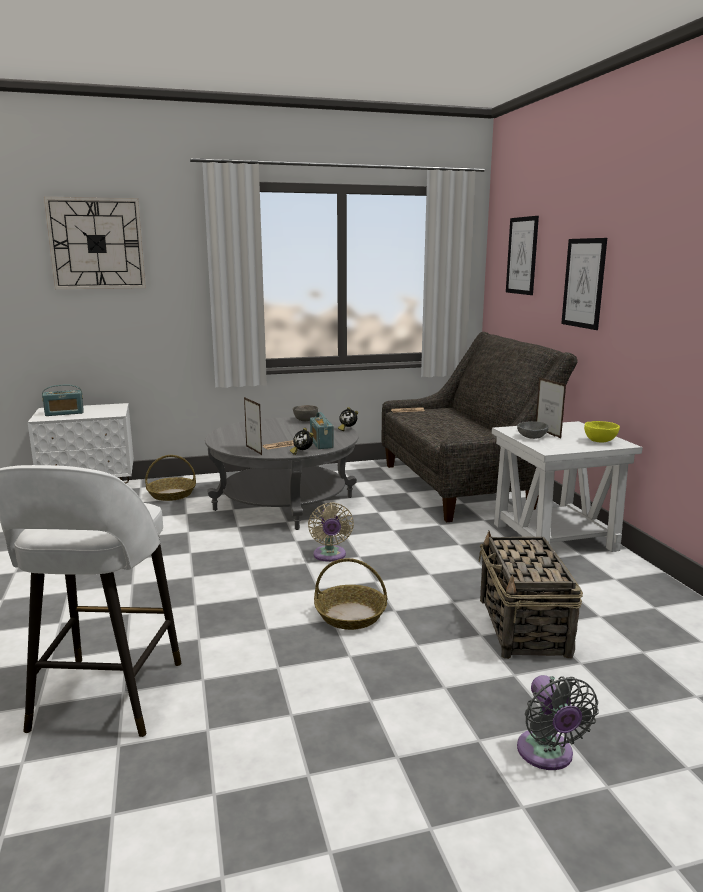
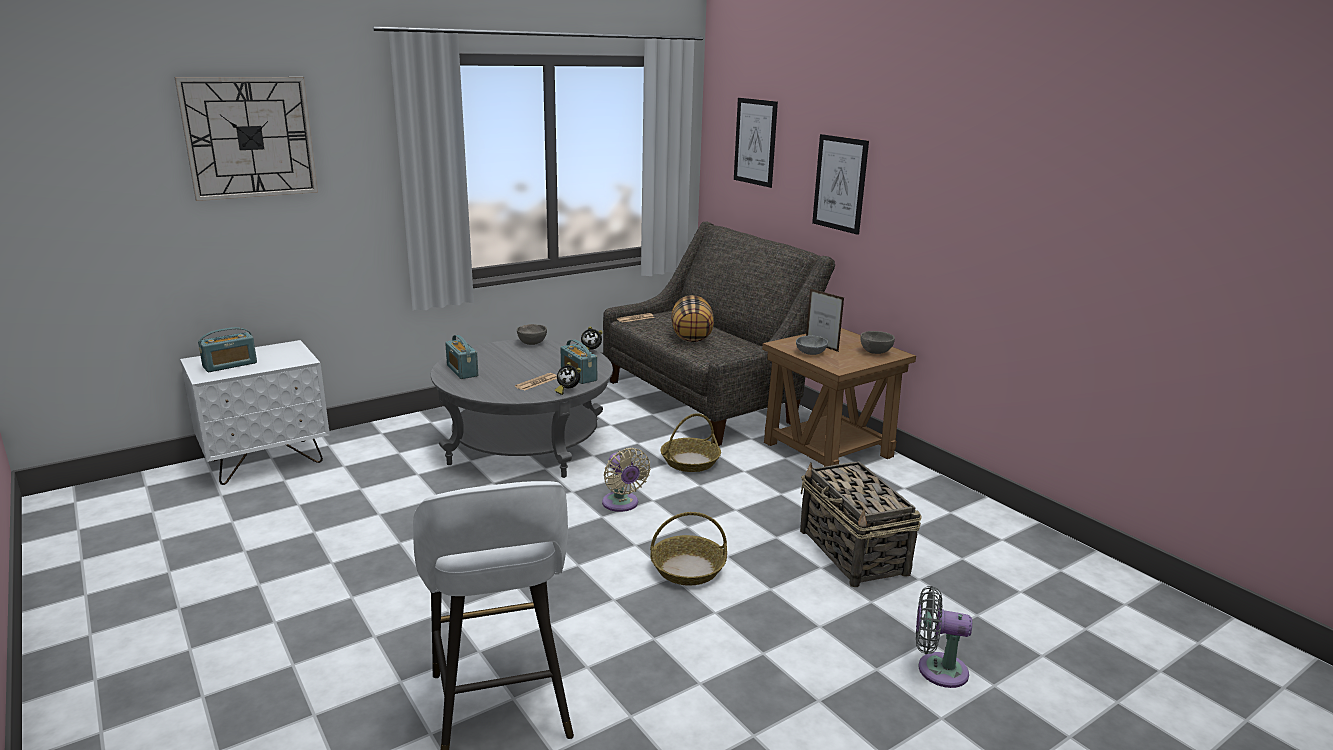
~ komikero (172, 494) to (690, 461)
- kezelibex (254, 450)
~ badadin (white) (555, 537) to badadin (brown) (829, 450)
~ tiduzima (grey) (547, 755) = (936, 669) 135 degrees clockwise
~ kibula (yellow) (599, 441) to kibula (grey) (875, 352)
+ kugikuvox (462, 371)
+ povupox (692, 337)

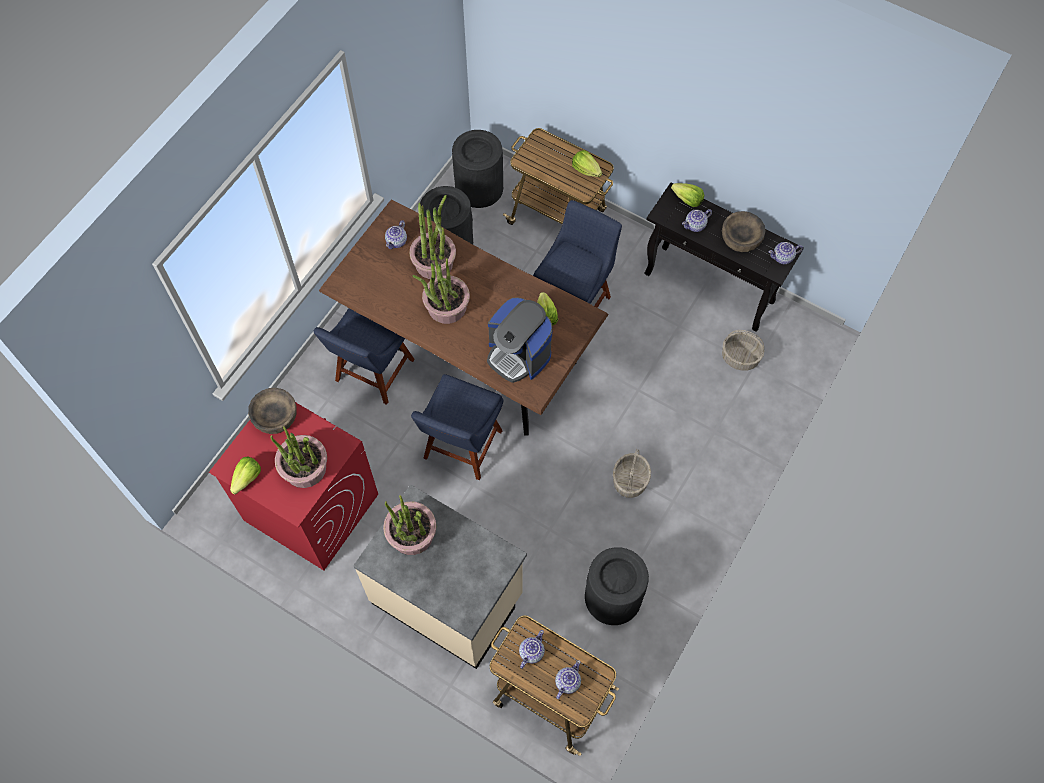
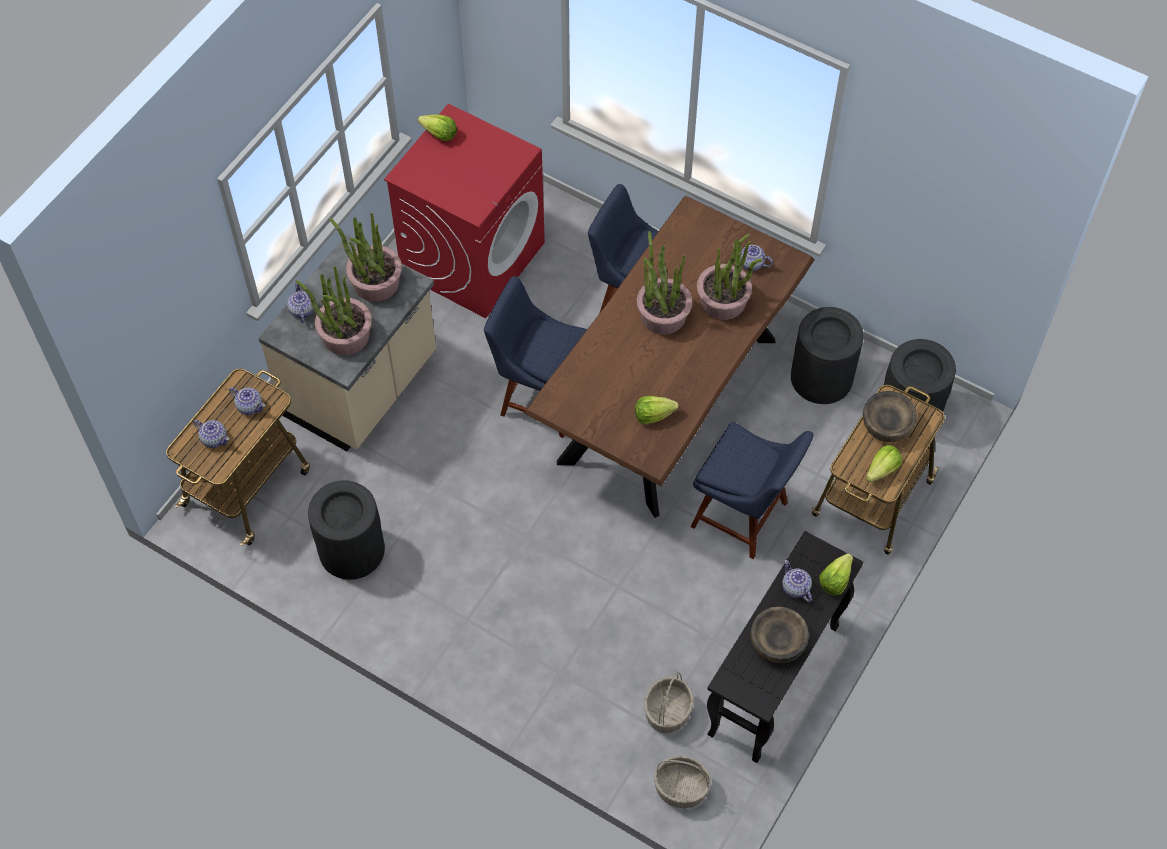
~ kibula (brown) (275, 417) to (886, 425)
~ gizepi (305, 468) to (345, 335)
- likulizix (519, 354)
~ komikero (630, 481) to (680, 788)
~ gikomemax (783, 257) to (301, 310)

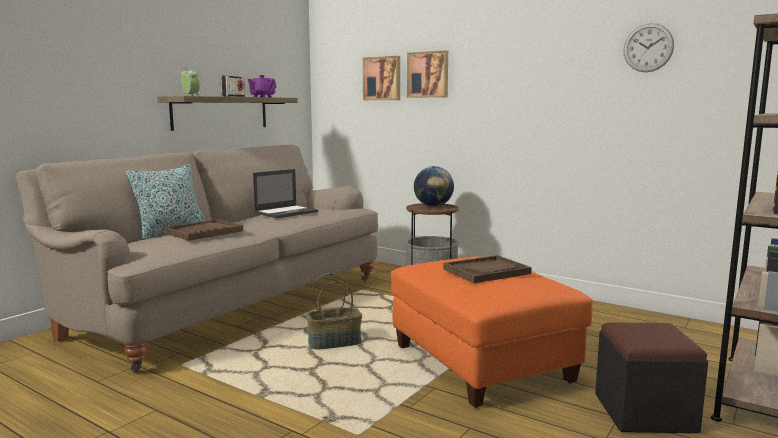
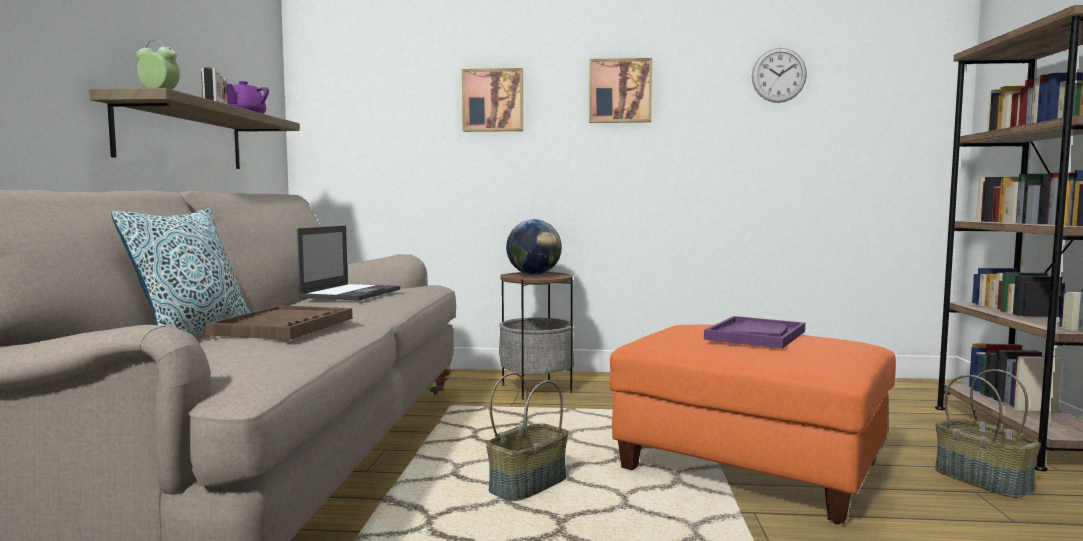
~ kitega (382, 78) to (620, 91)
~ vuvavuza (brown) (486, 271) to vuvavuza (purple) (755, 335)
~ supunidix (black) (644, 413) to komikero (984, 480)

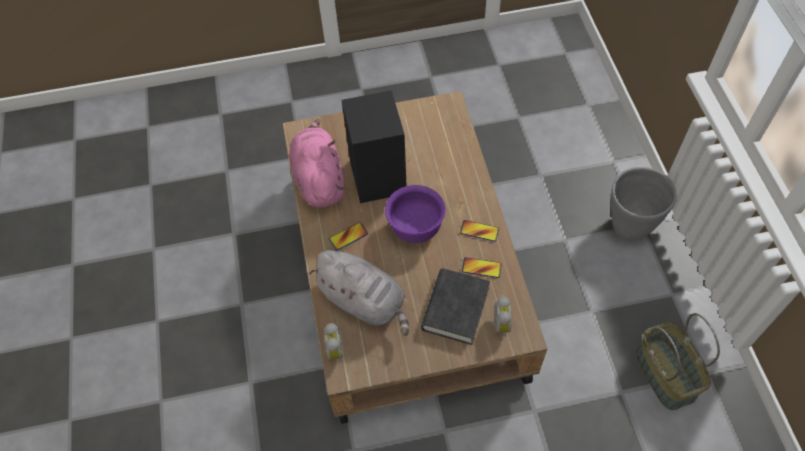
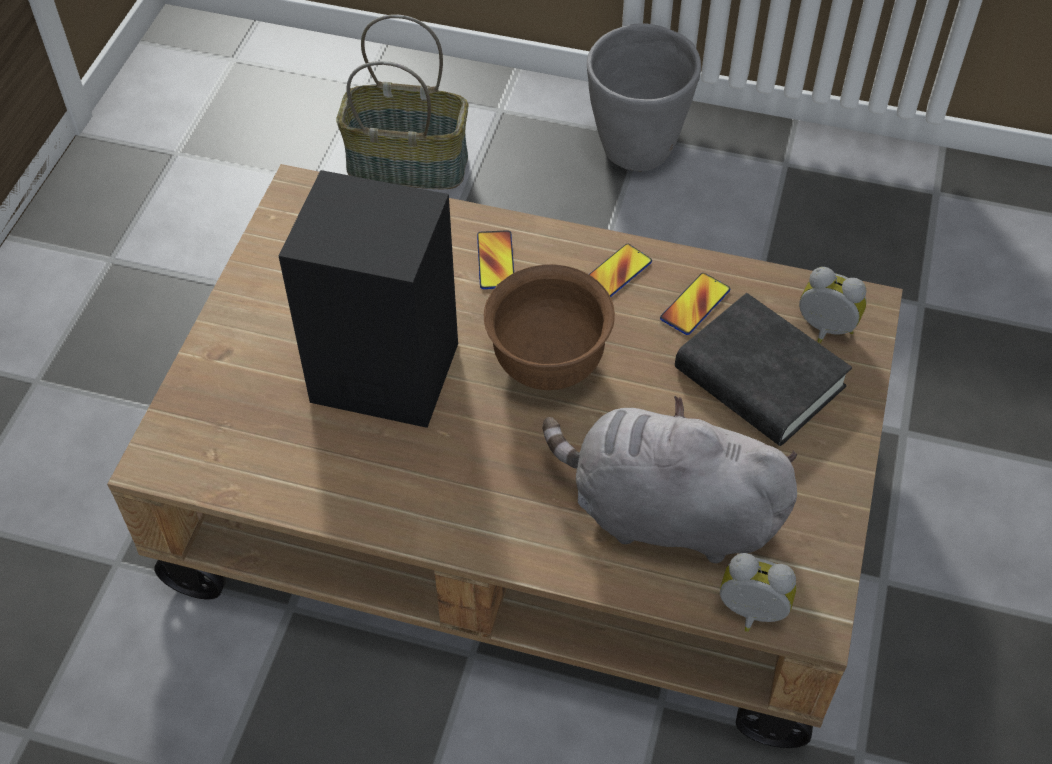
- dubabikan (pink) (319, 179)
~ dubabikan (grey) (365, 301) = (665, 513) 135 degrees counterclockwise
~ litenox (348, 236) to (495, 261)
~ kibula (purple) (415, 228) to kibula (brown) (548, 363)
~ komikero (666, 374) to (409, 163)

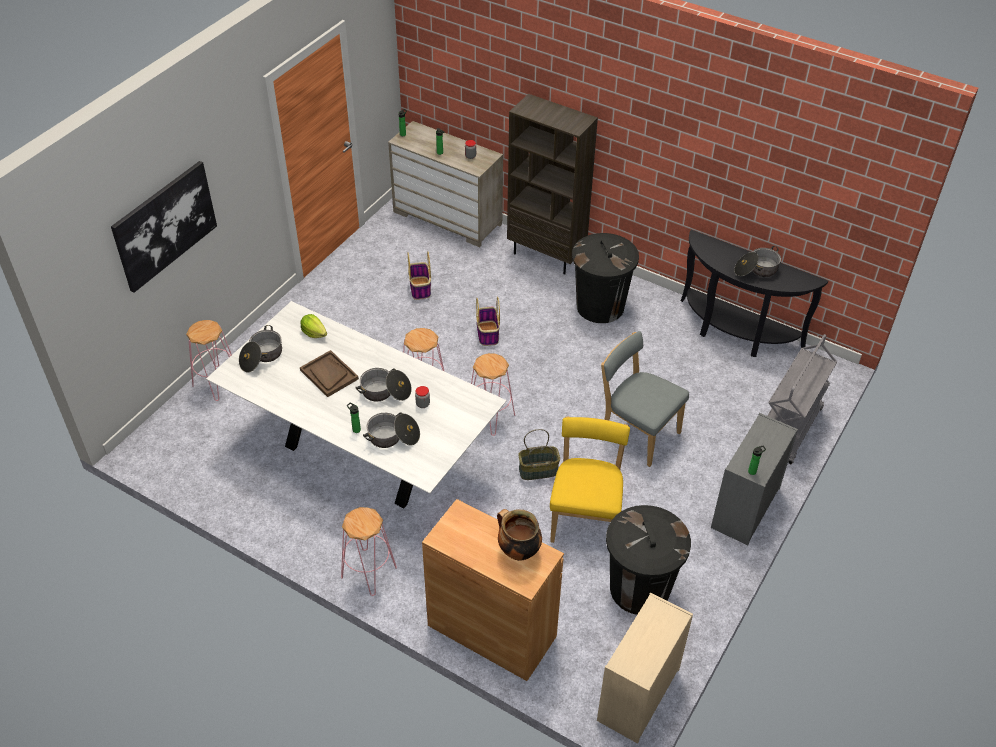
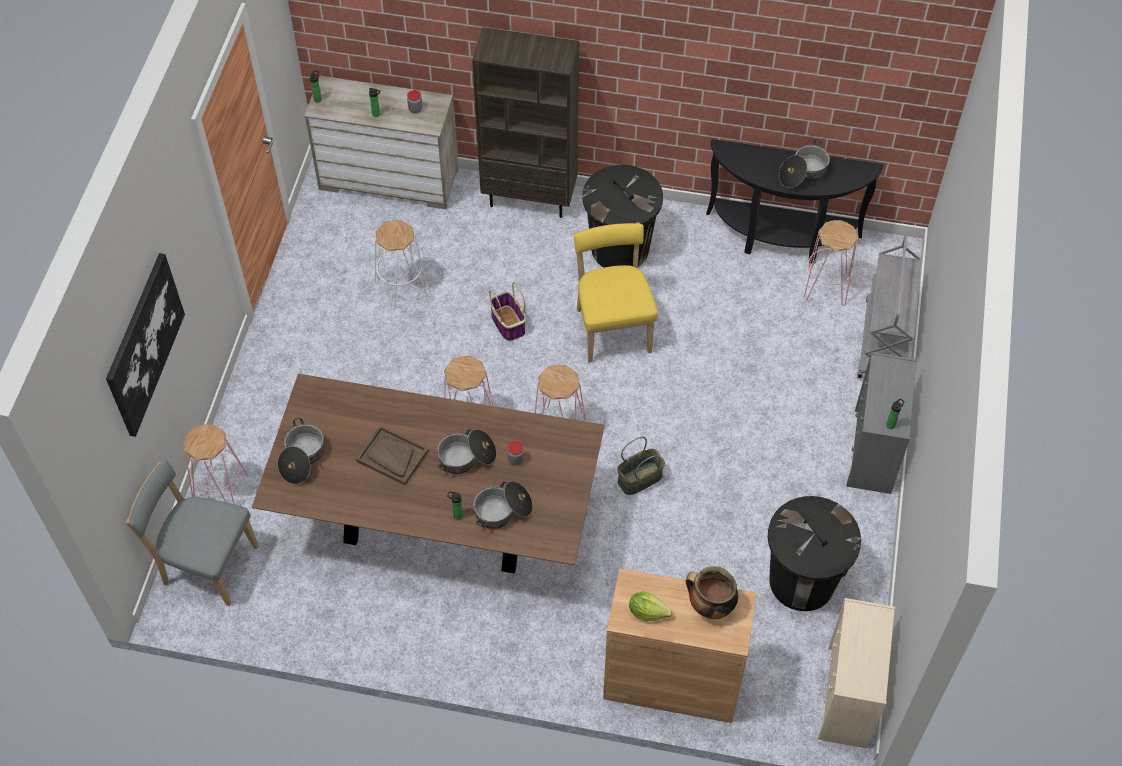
~ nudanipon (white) (363, 456) to nudanipon (brown) (438, 525)
~ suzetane (314, 333) to (647, 612)
~ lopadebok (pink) (368, 572) to (825, 287)
~ komikero (420, 288) to lopadebok (white) (402, 287)
~ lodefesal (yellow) (585, 517) to (612, 327)
~ lodefesal (grey) (637, 433) to (206, 564)

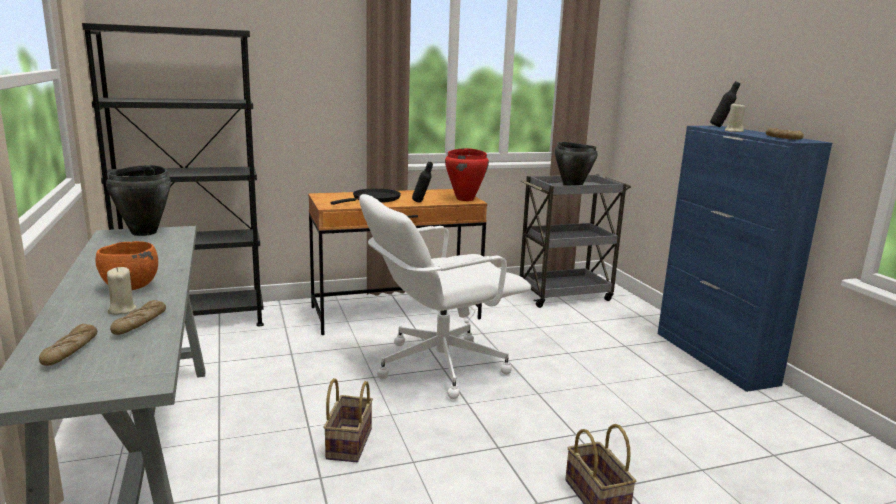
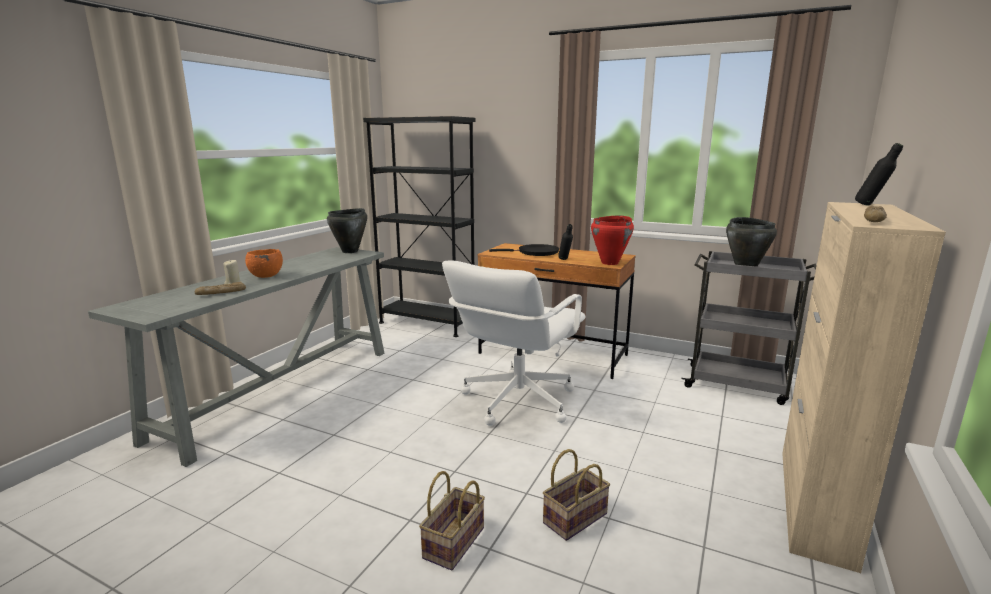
- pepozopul (70, 351)
~ komikero (348, 442) to (575, 517)
~ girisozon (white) (439, 366) = (517, 400) 75 degrees counterclockwise
~ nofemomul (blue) (715, 358) to nofemomul (beige) (814, 504)
- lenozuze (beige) (733, 131)

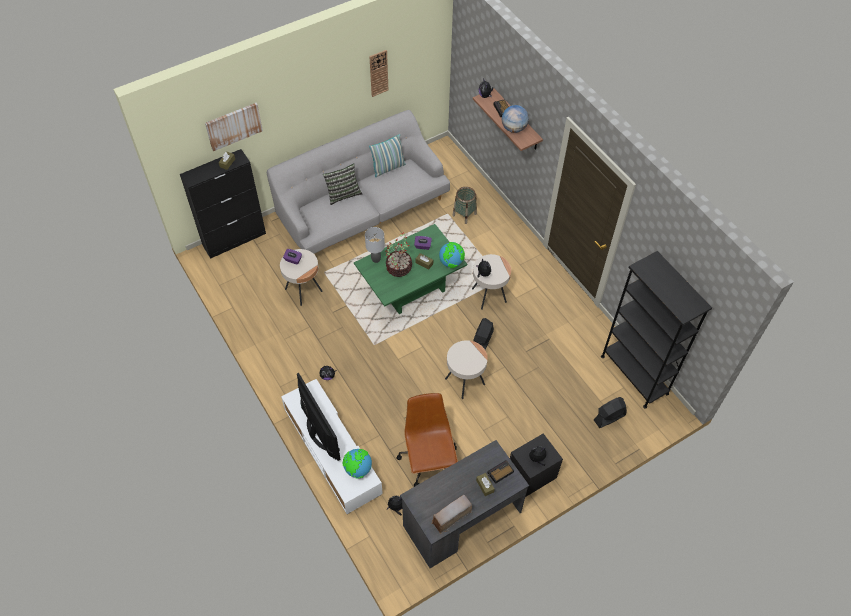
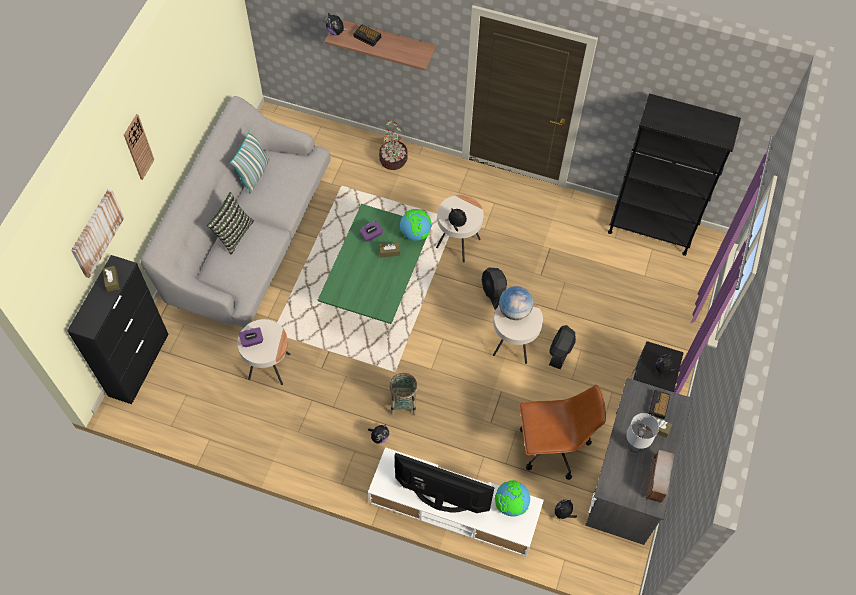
~ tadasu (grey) (375, 259) to (633, 447)
~ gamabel (378, 73) to (138, 147)
~ gizepi (399, 267) to (393, 159)
~ girisozon (brown) (428, 462) = (552, 447) 135 degrees clockwise
~ komikero (464, 214) to (403, 403)
~ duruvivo (514, 128) to (514, 311)
~ tiduzima (black) (609, 417) to (560, 352)

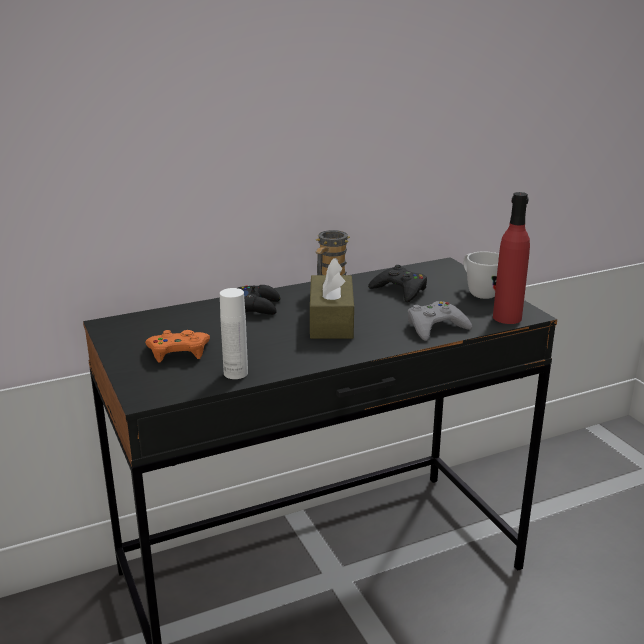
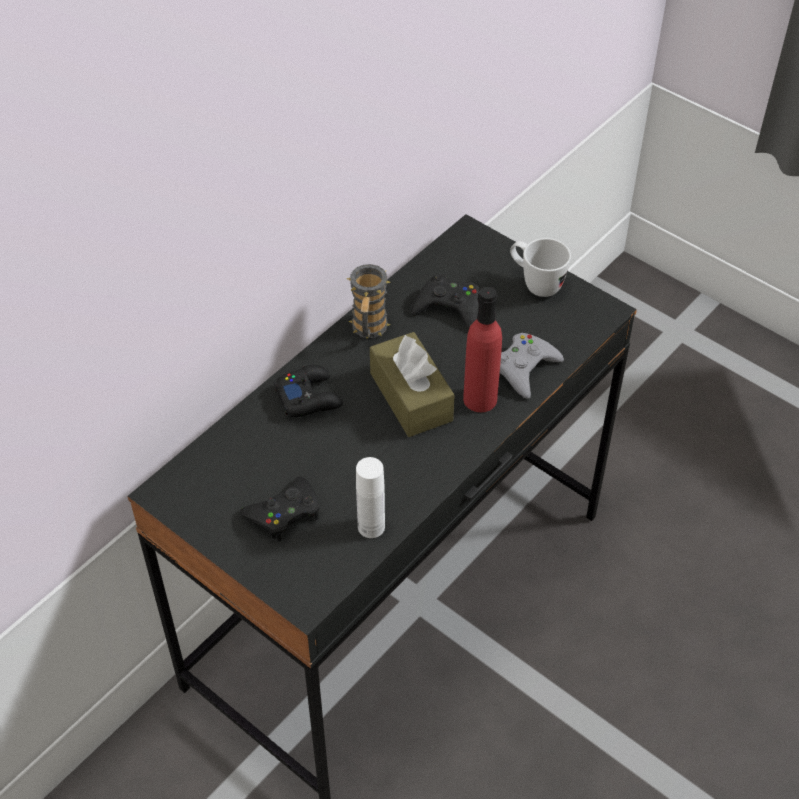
~ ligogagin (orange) (178, 352) to ligogagin (black) (284, 513)
~ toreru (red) (507, 317) to (480, 399)

